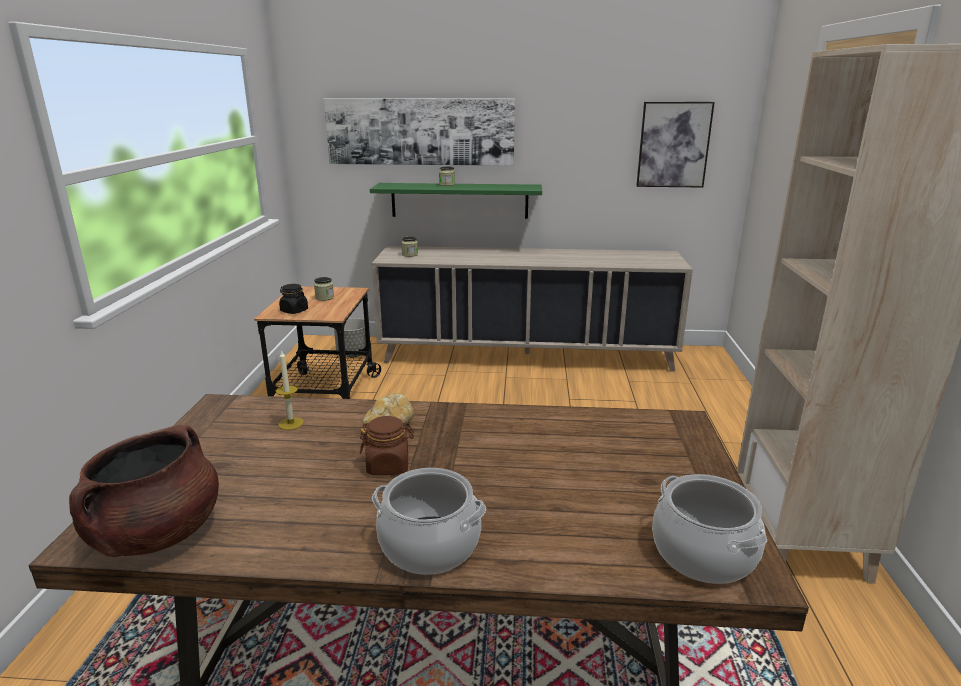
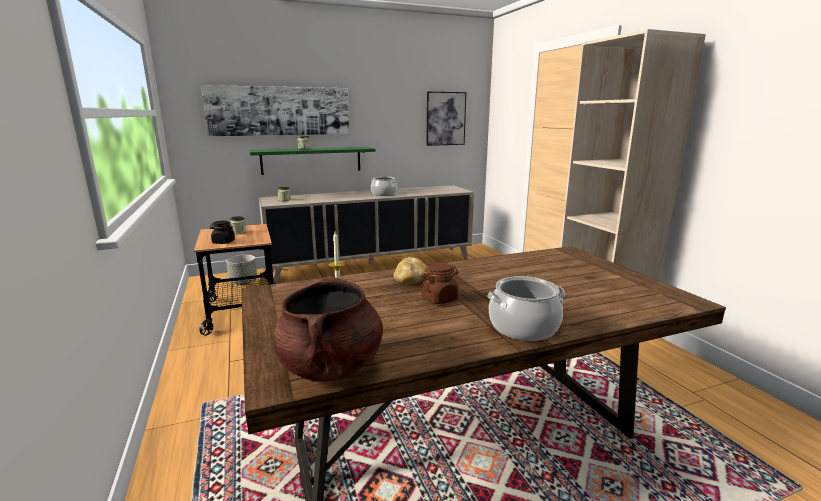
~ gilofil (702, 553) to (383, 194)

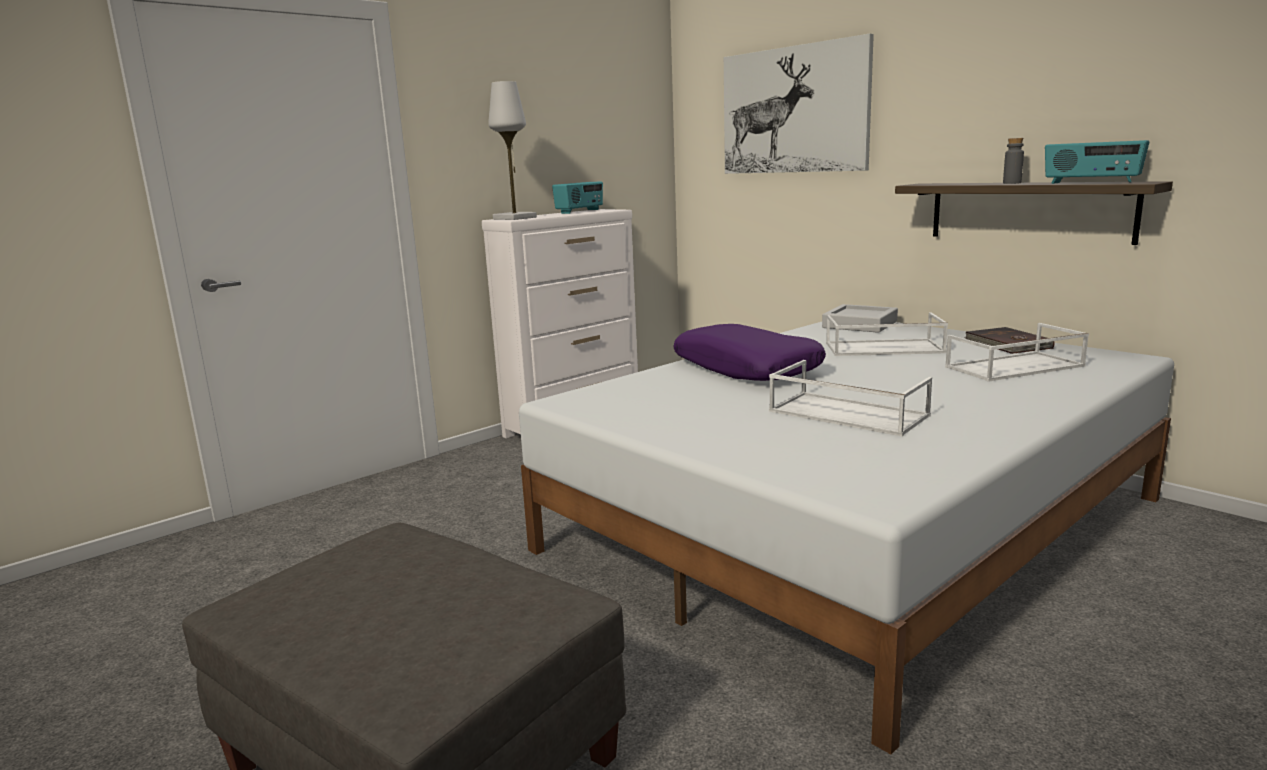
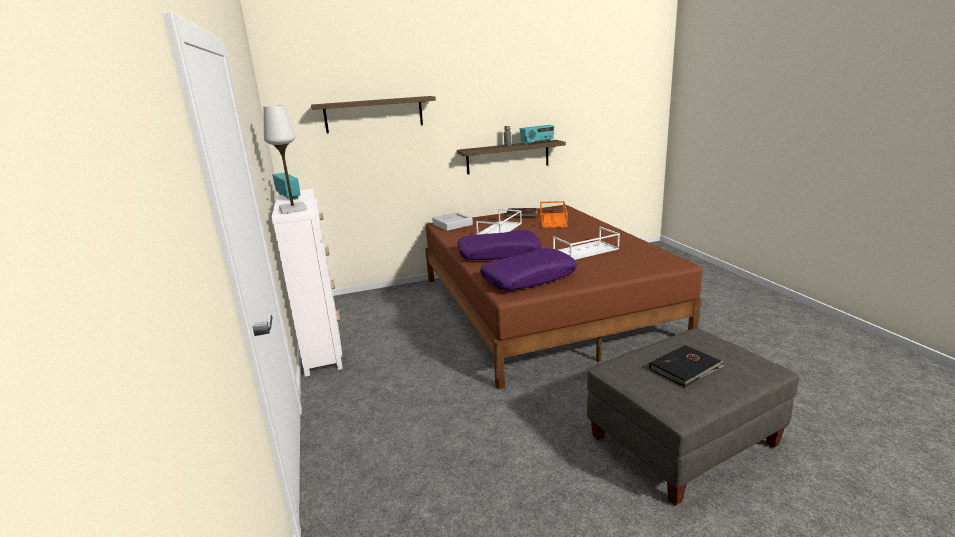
~ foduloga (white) (854, 524) to foduloga (brown) (541, 306)
~ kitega (793, 110) to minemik (374, 114)
~ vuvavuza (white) (1014, 367) to vuvavuza (orange) (554, 220)
+ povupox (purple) (528, 278)
+ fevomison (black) (686, 368)

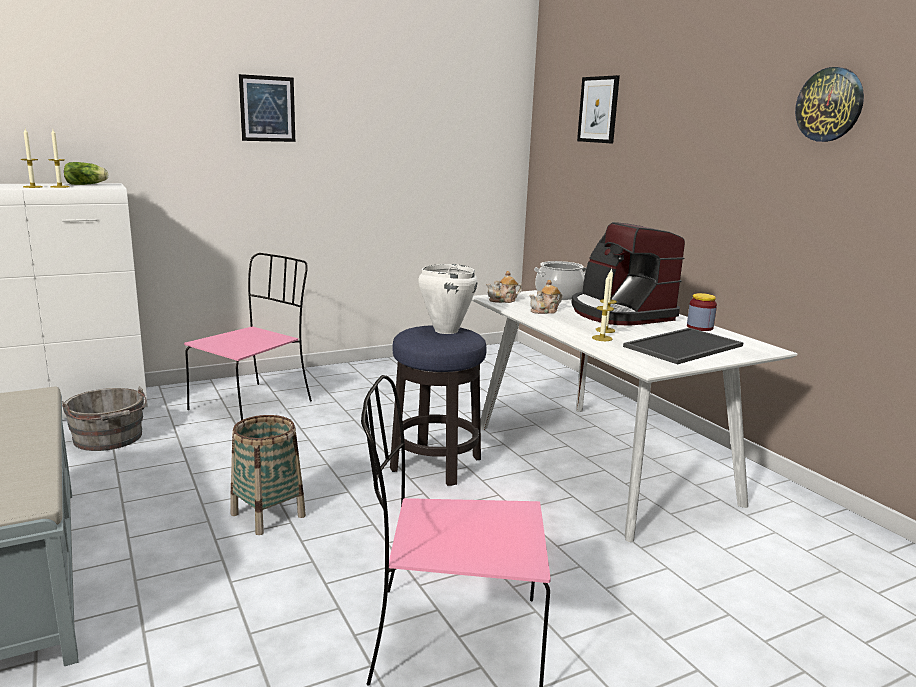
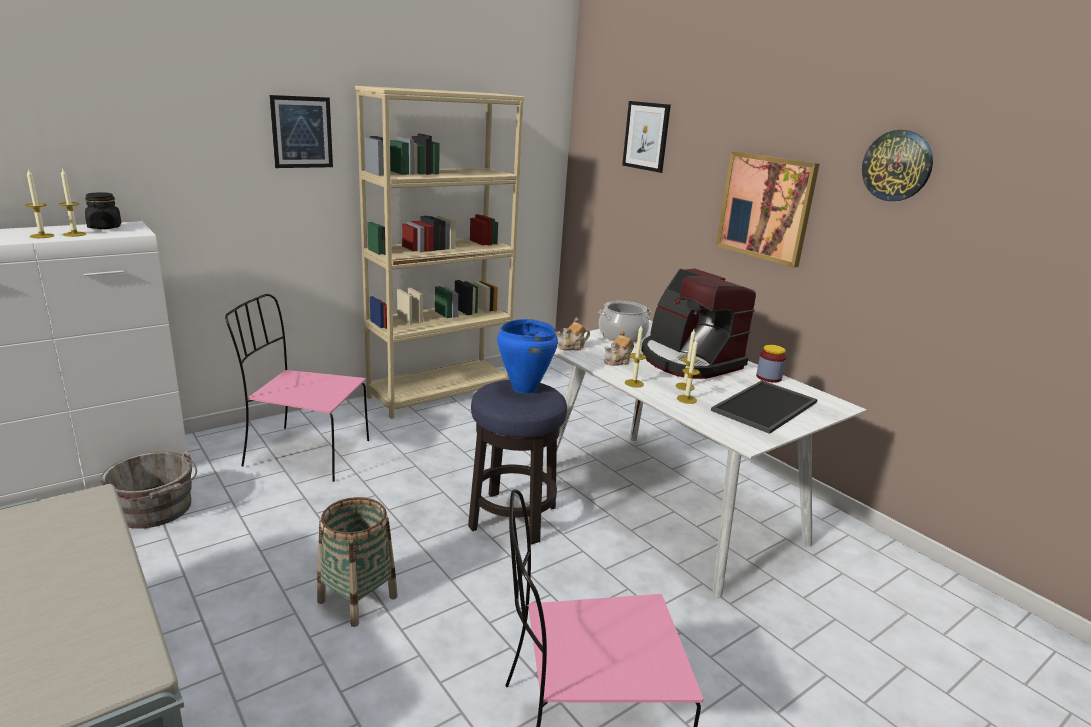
~ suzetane (87, 184) to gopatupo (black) (105, 227)
~ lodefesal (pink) (253, 405) = (304, 453) 105 degrees counterclockwise
~ gilofil (white) (445, 331) to gilofil (blue) (524, 388)
+ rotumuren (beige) (440, 393)
+ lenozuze (634, 383)
+ kitega (766, 207)

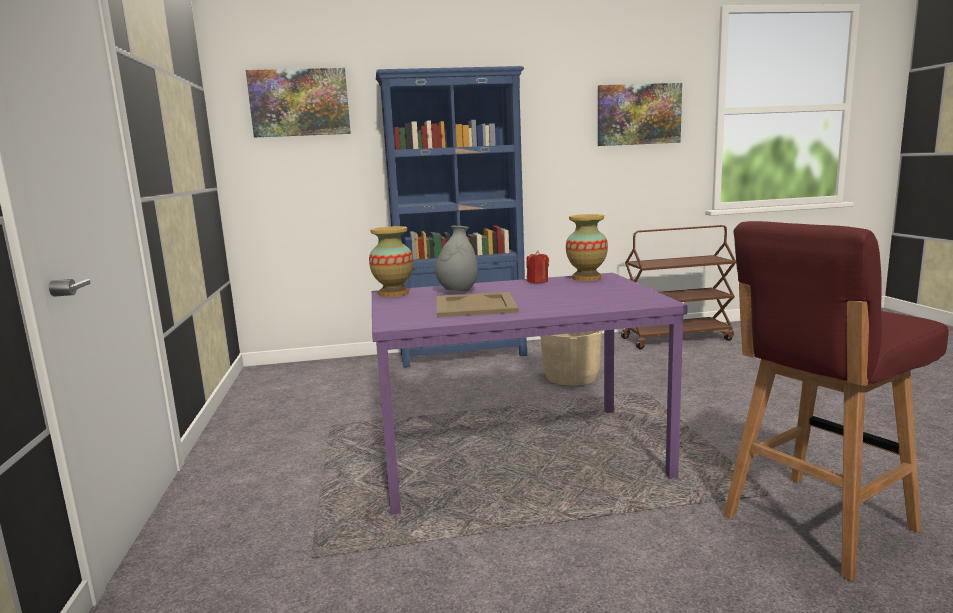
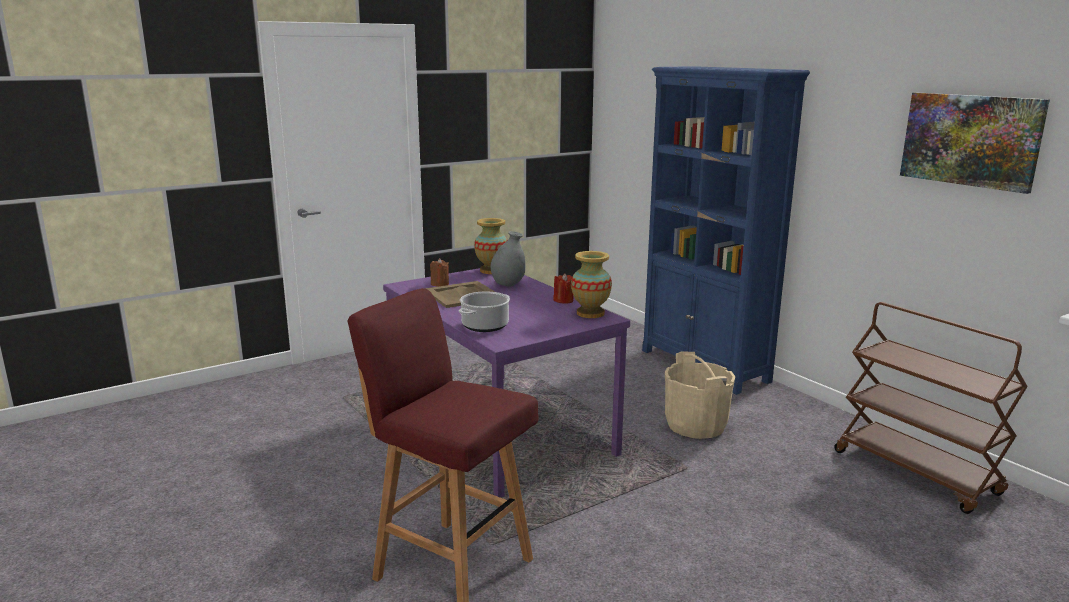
- kitega (299, 103)
+ lenozuze (brown) (439, 284)
+ gilofil (485, 326)

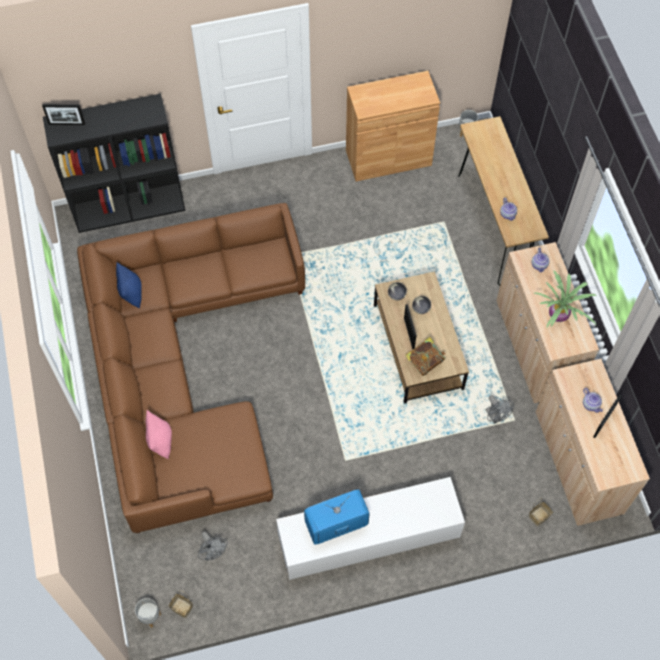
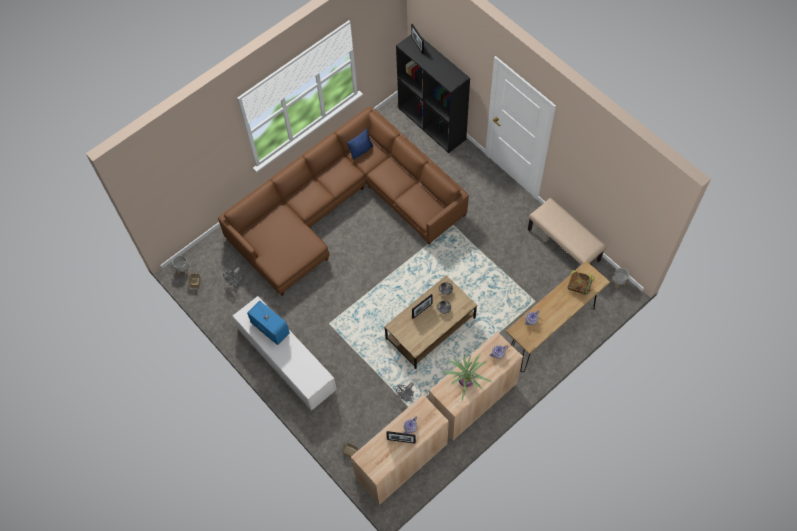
- povupox (pink) (160, 441)
~ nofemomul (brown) (388, 158) to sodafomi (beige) (564, 245)
~ fevomison (424, 361) to (579, 286)

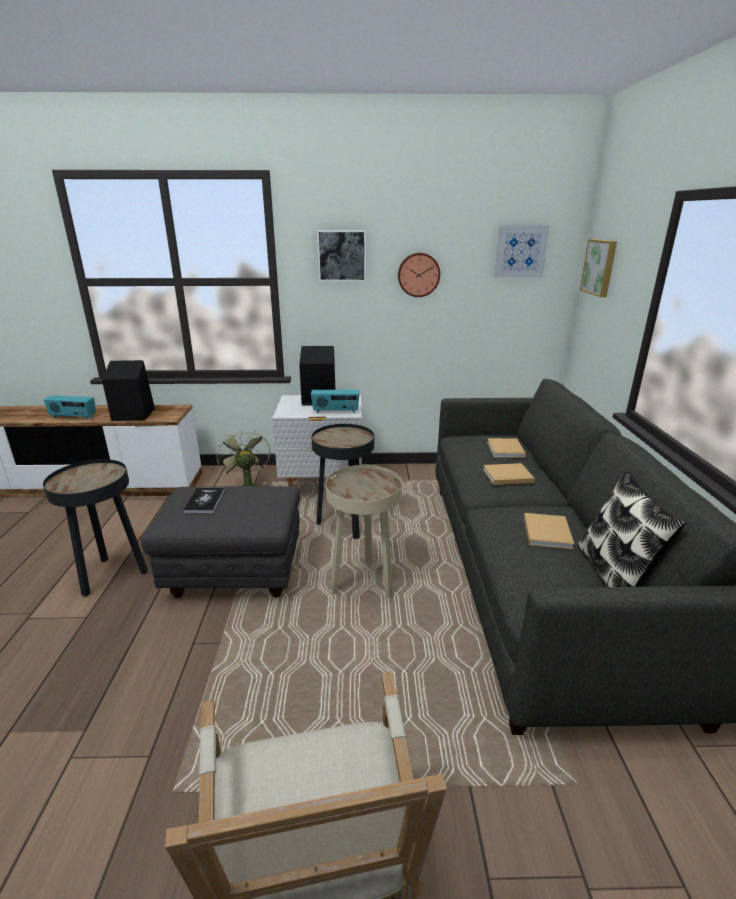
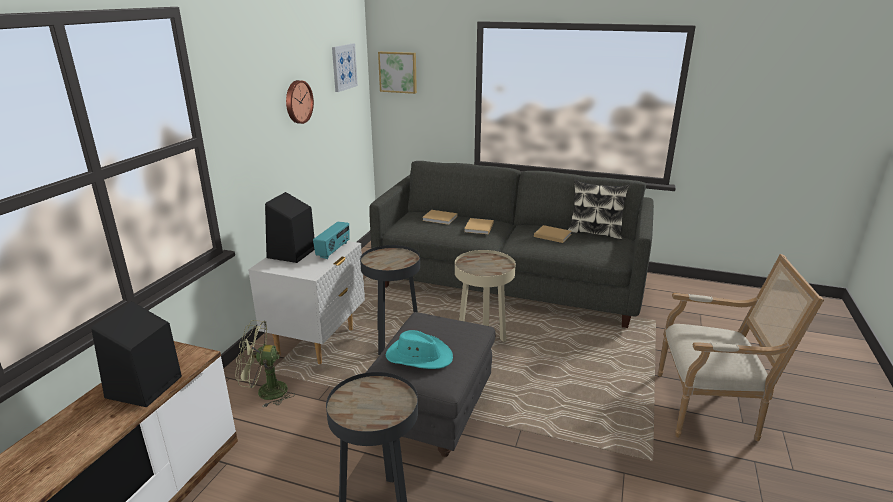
- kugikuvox (73, 417)
~ fevomison (205, 501) to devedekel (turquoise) (419, 356)
- kitega (342, 255)

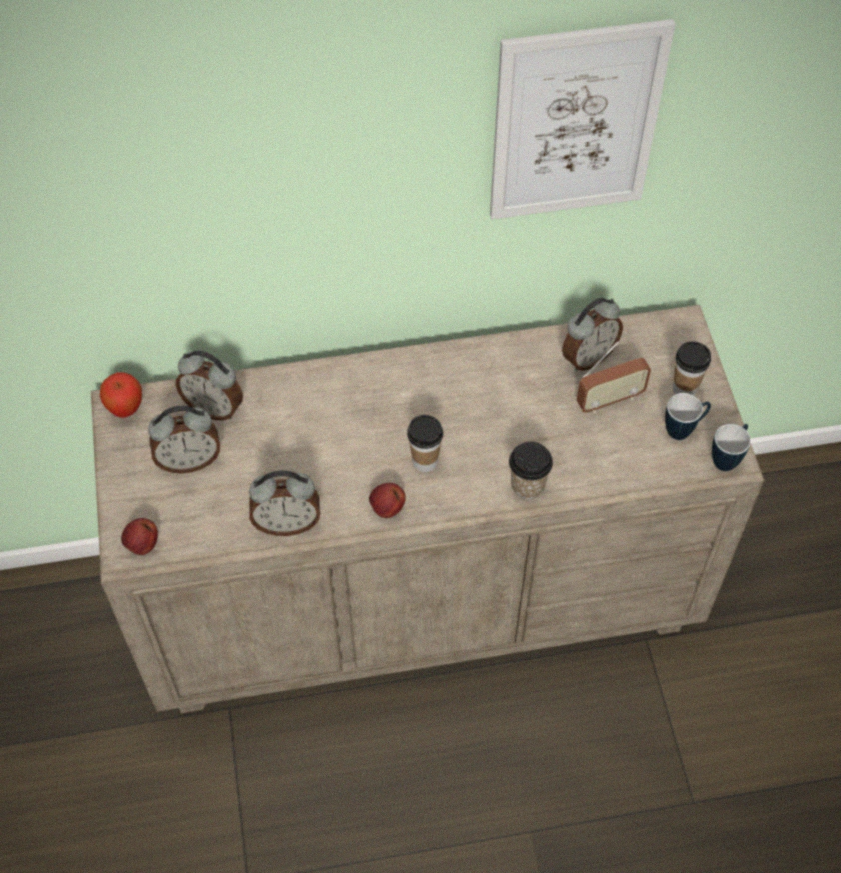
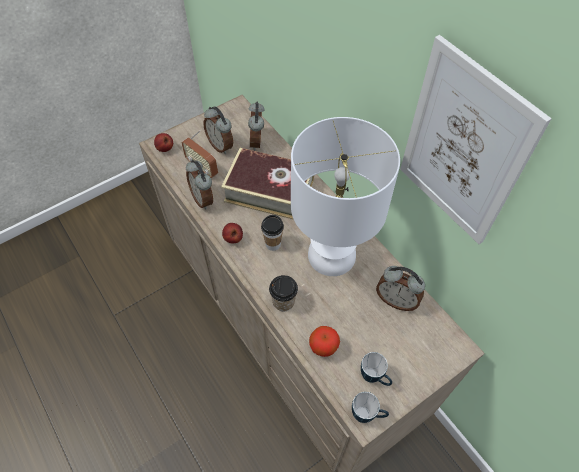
~ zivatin (126, 409) to (323, 348)
~ kugikuvox (609, 400) to (202, 168)
- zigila (684, 388)
+ fevomison (269, 190)
+ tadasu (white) (333, 254)

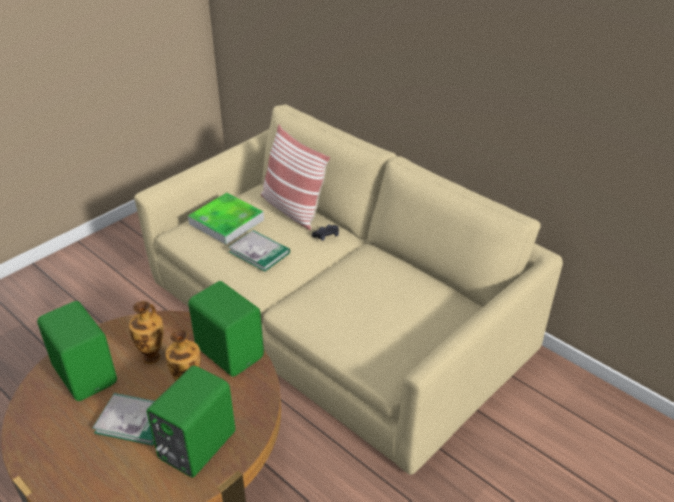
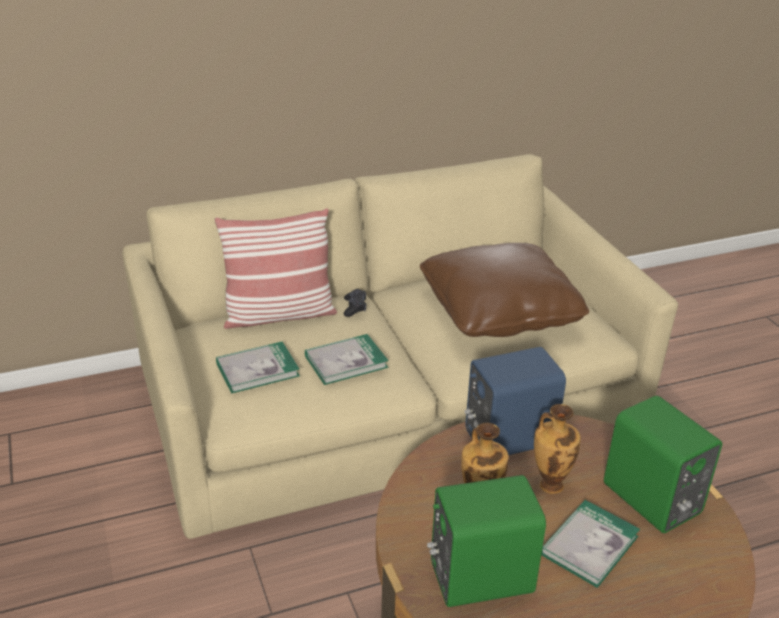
~ vuvavuza (226, 222) to fevomison (257, 369)
~ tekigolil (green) (230, 351) to tekigolil (blue) (507, 437)
+ povupox (brown) (499, 311)

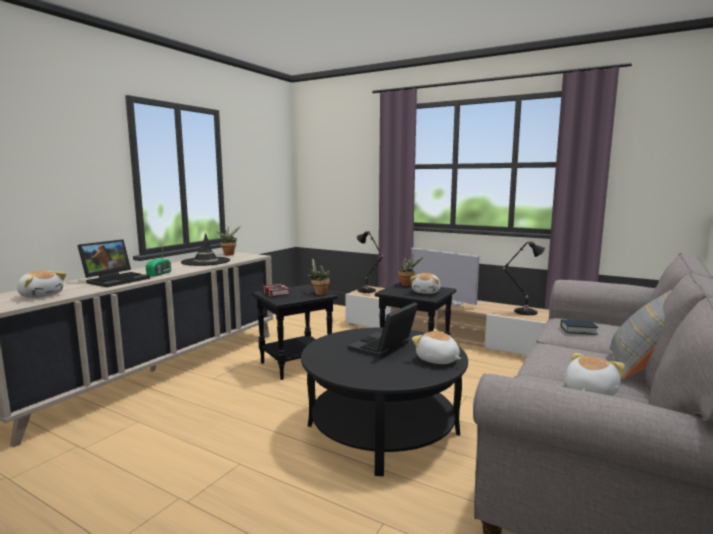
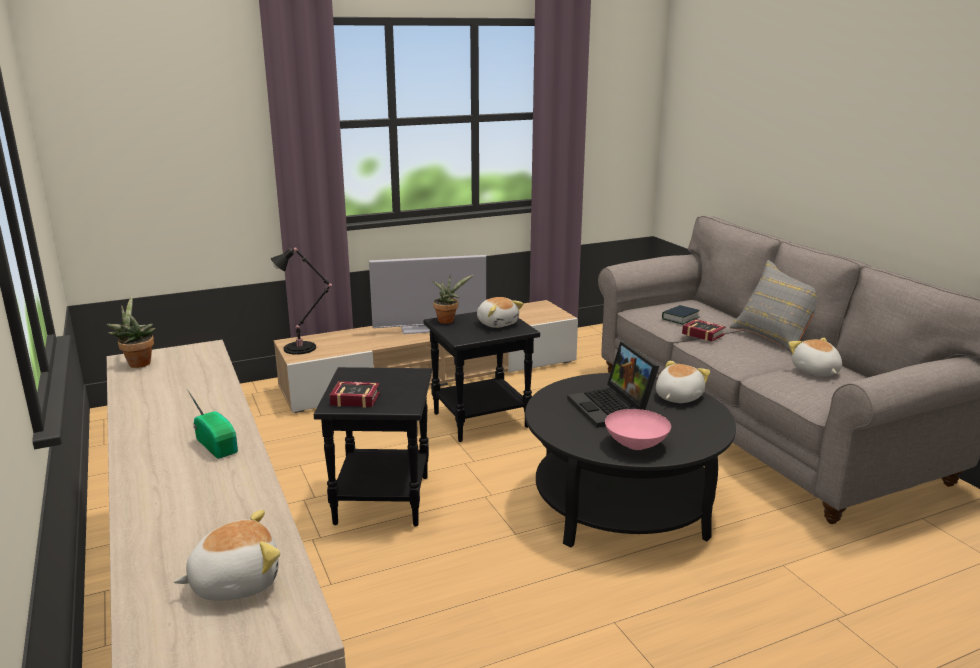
- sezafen (117, 280)
- devedekel (black) (205, 262)
- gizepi (319, 293)
~ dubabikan (437, 360) = (677, 397) 135 degrees clockwise
- tadasu (black) (523, 312)
+ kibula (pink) (635, 445)
+ fevomison (702, 333)

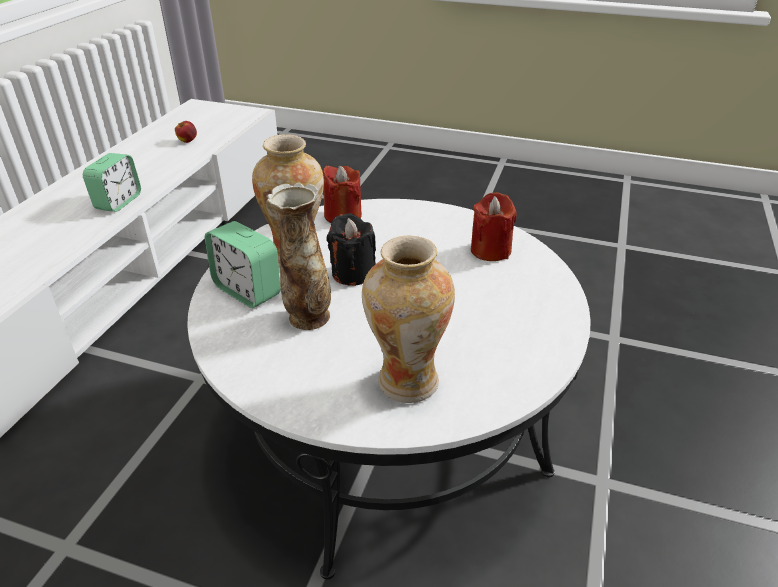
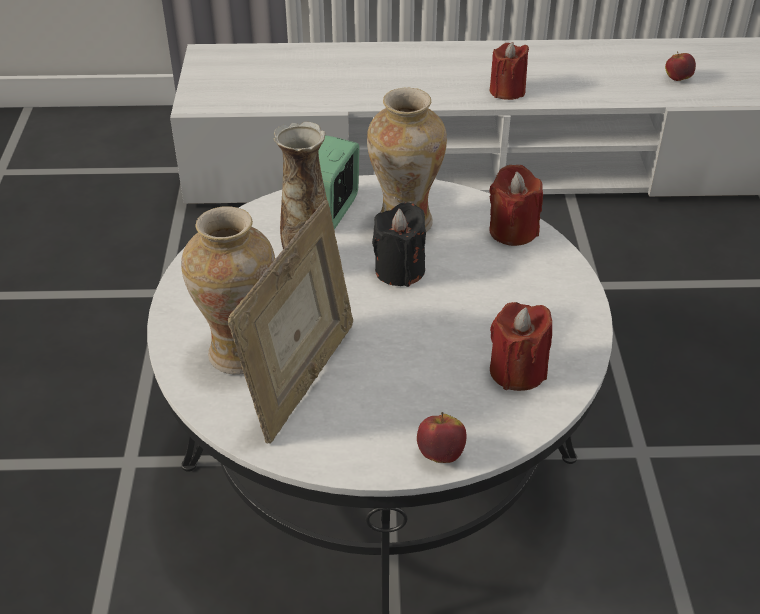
~ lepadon (118, 202) to lenozuze (red) (507, 91)
+ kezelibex (302, 381)
+ zivatin (440, 453)

